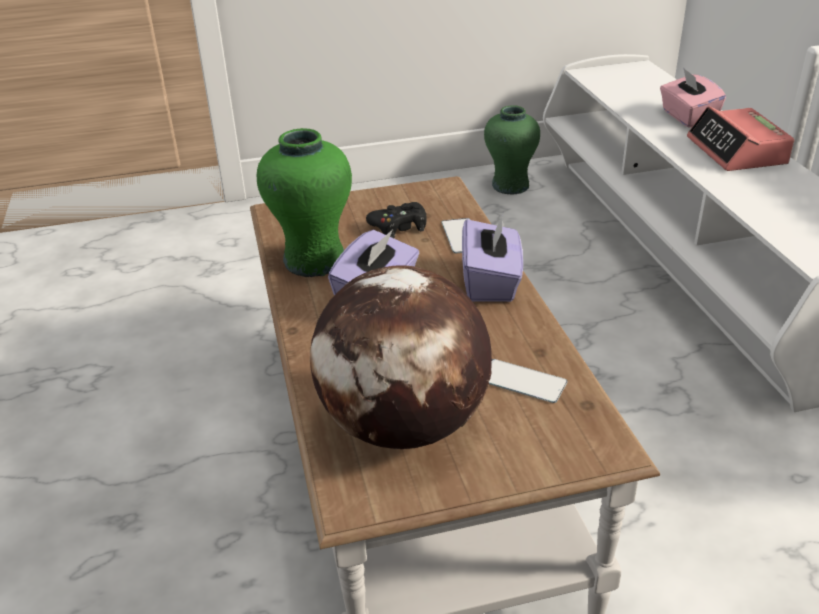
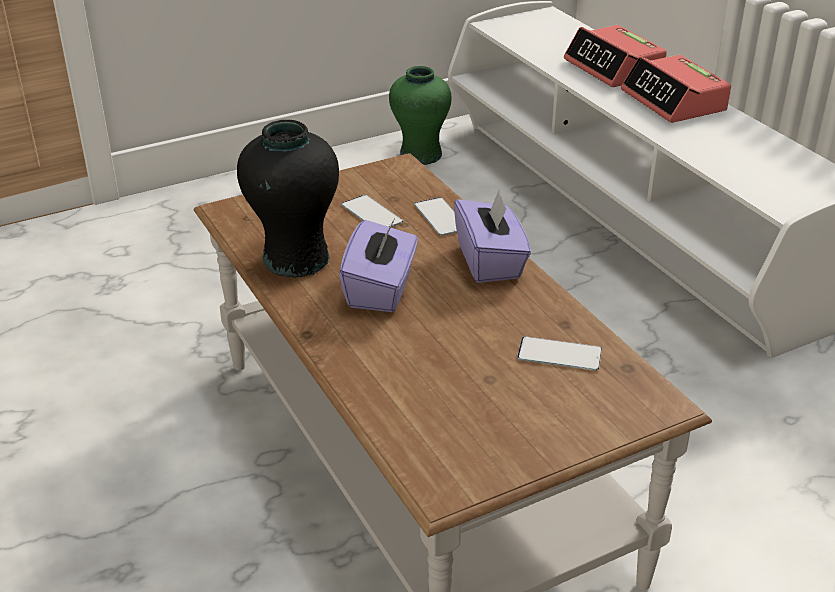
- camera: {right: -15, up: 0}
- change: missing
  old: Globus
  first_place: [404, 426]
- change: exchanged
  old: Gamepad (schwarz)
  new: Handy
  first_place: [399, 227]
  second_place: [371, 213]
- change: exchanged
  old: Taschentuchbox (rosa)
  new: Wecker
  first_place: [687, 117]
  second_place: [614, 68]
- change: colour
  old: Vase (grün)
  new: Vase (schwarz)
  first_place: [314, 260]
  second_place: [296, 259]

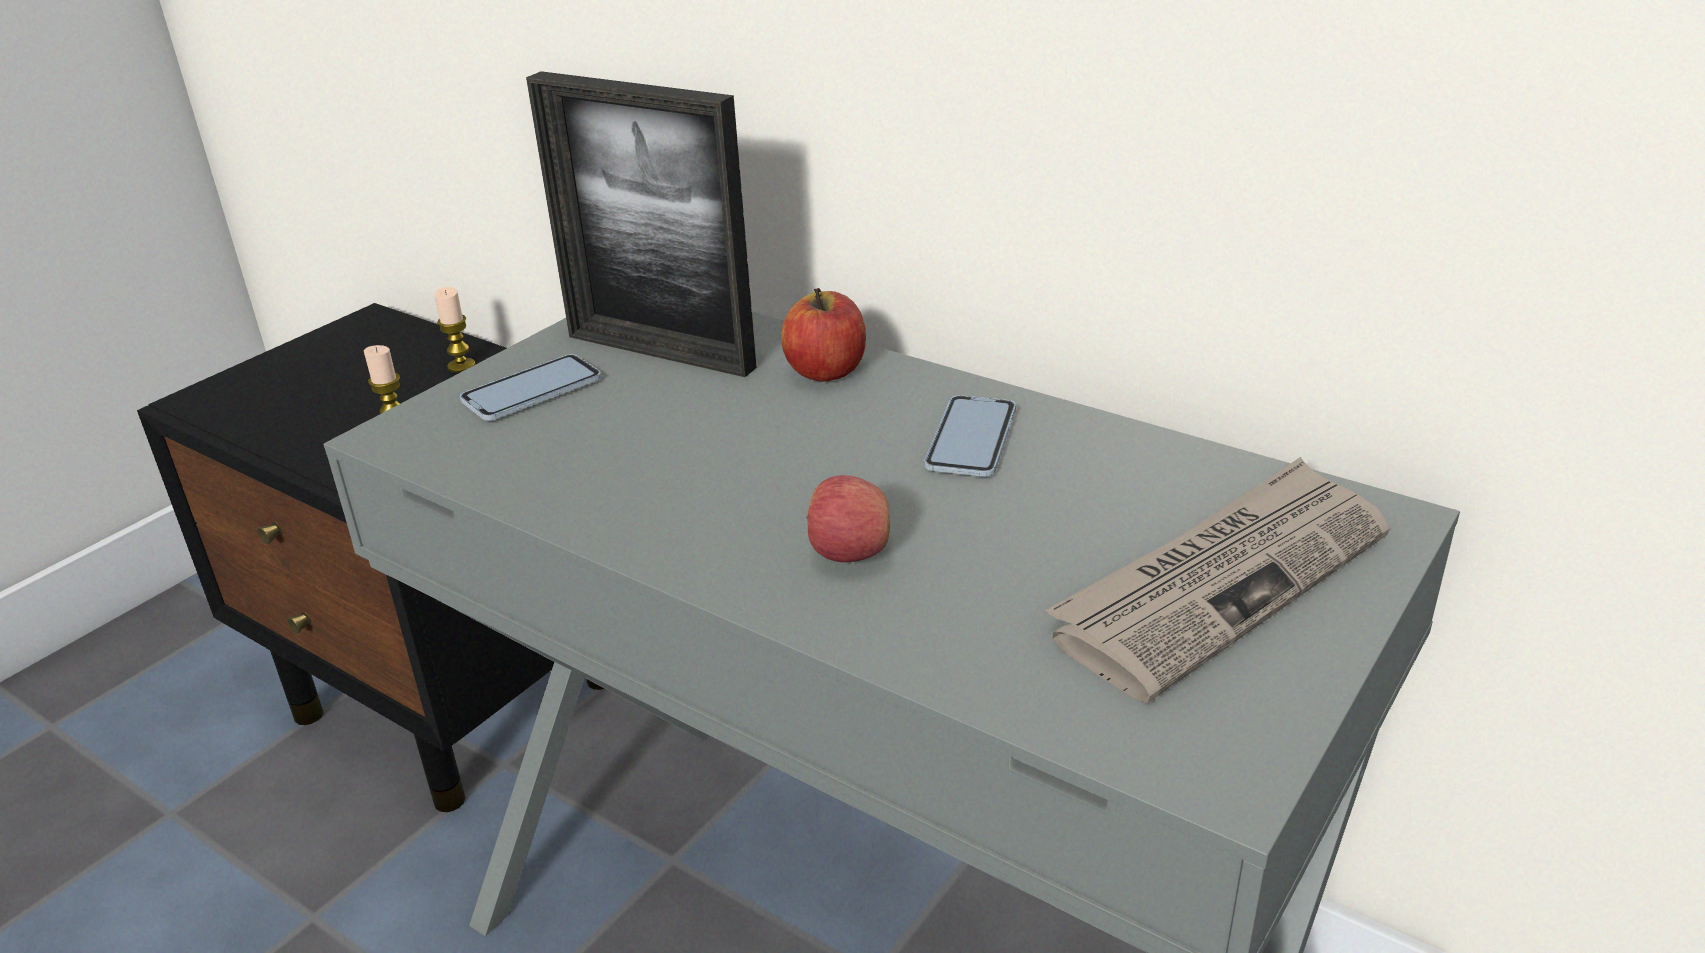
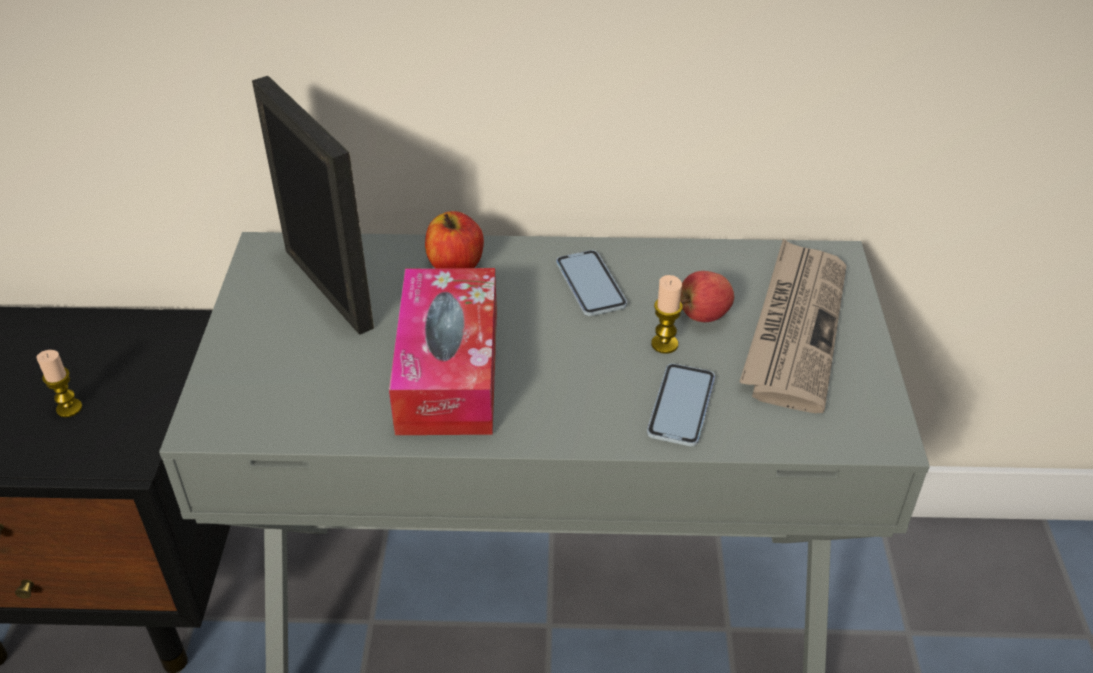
- camera: {right: -35, up: 10}
- change: appeared
  new: Taschentuchbox
  second_place: [448, 370]
- change: relocated
  old: Kerze
  first_place: [461, 366]
  second_place: [664, 344]
- change: relocated
  old: Handy
  first_place: [532, 391]
  second_place: [681, 406]
- change: relocated
  old: Apfel
  first_place: [849, 553]
  second_place: [703, 315]
- change: spun
  old: Bilderrahmen
  first_place: [660, 352]
  second_place: [328, 288]
  degrees: -120

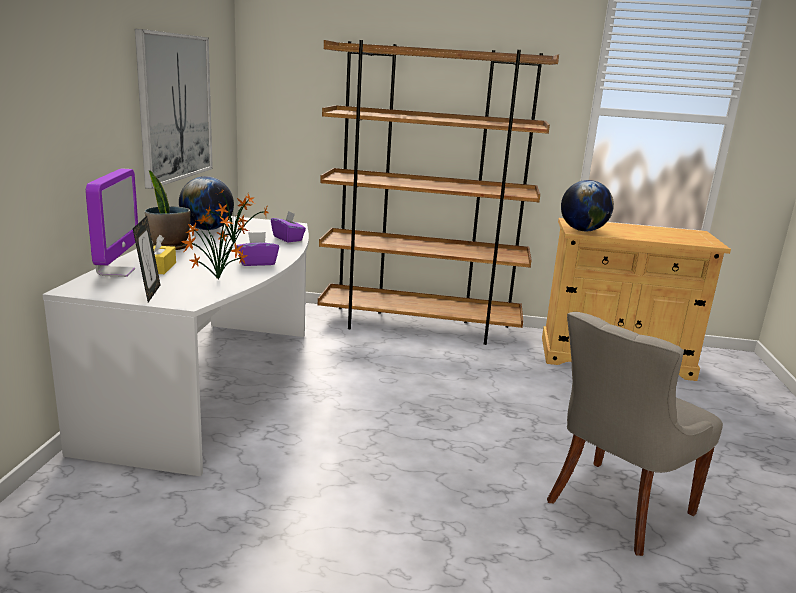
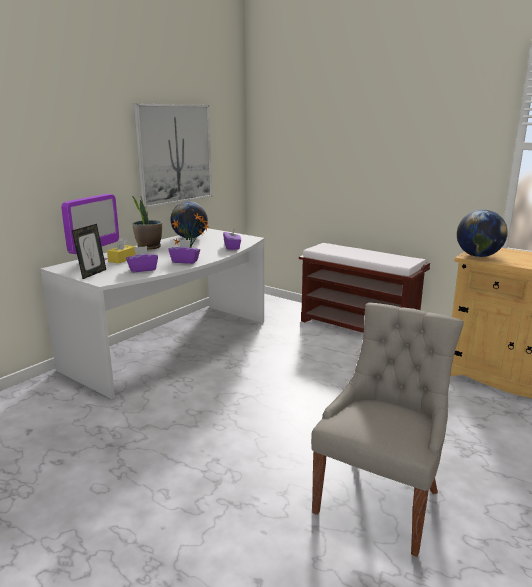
- camera: {right: 30, up: 0}
- change: exchanged
  old: Topfpflanze
  new: Taschentuchbox (lila)
  first_place: [216, 279]
  second_place: [142, 269]
- change: exchanged
  old: Bücherregal (braun)
  new: Bank (braun)
  first_place: [420, 326]
  second_place: [358, 327]
- change: spun
  old: Stuhl (grau)
  first_place: [616, 507]
  second_place: [380, 500]
  degrees: 135

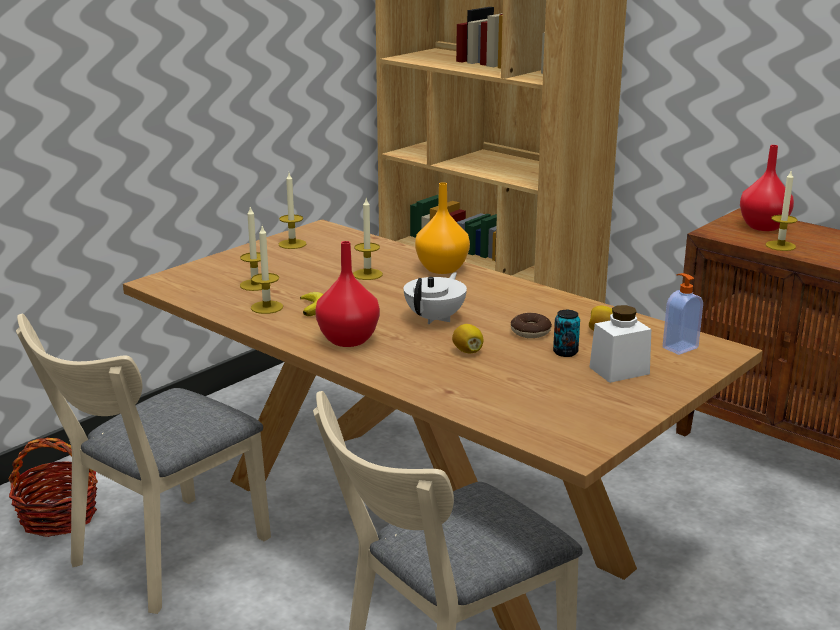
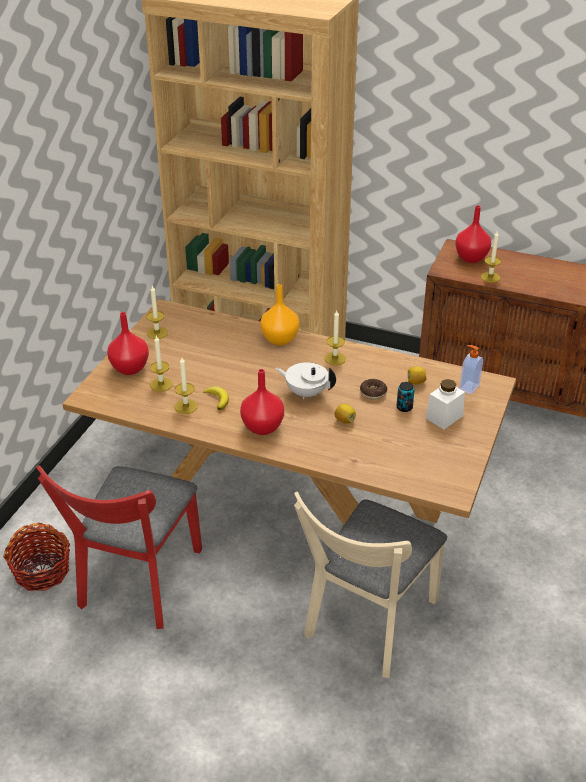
- camera: {right: -20, up: 15}
- change: appeared
  new: Vase (rot)
  second_place: [129, 368]
- change: relocated
  old: Kerze
  first_place: [367, 274]
  second_place: [335, 358]
- change: colour
  old: Stuhl (beige)
  new: Stuhl (rot)
  first_place: [160, 558]
  second_place: [137, 585]
- change: spun
  old: Teekanne (weiß)
  first_place: [436, 318]
  second_place: [306, 392]
  degrees: -75

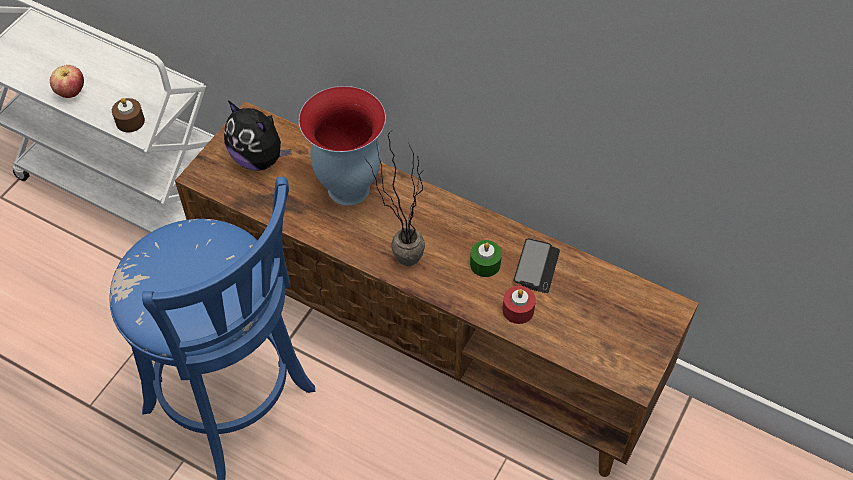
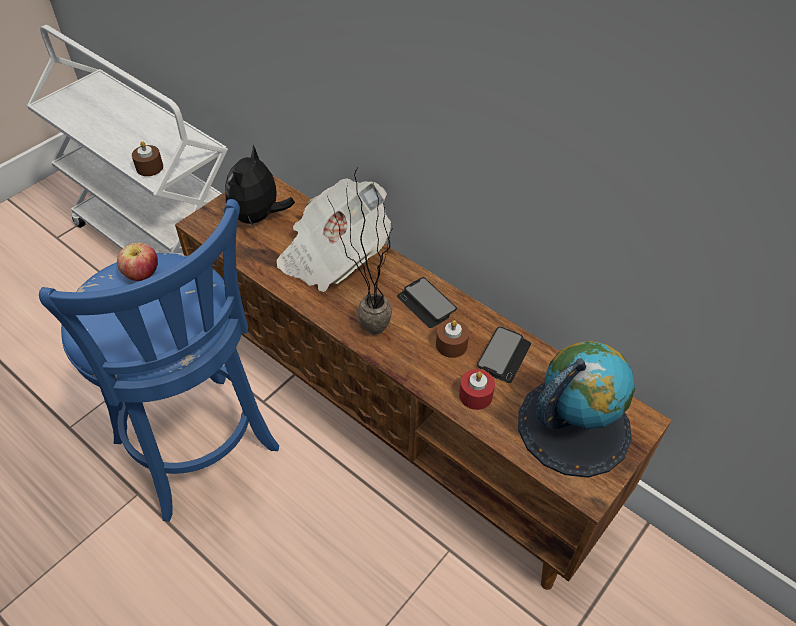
- camera: {right: 10, up: -5}
- change: appeared
  new: Handy
  second_place: [426, 304]
- change: appeared
  new: Globus
  second_place: [573, 426]
- change: relocated
  old: Apfel
  first_place: [71, 92]
  second_place: [142, 275]
- change: exchanged
  old: Vase
  new: Zeitung
  first_place: [348, 189]
  second_place: [333, 256]
- change: colour
  old: Kerze (grün)
  new: Kerze (braun)
  first_place: [485, 264]
  second_place: [451, 345]
- change: spun
  old: Plüschtier
  first_place: [259, 158]
  second_place: [258, 217]
  degrees: 60

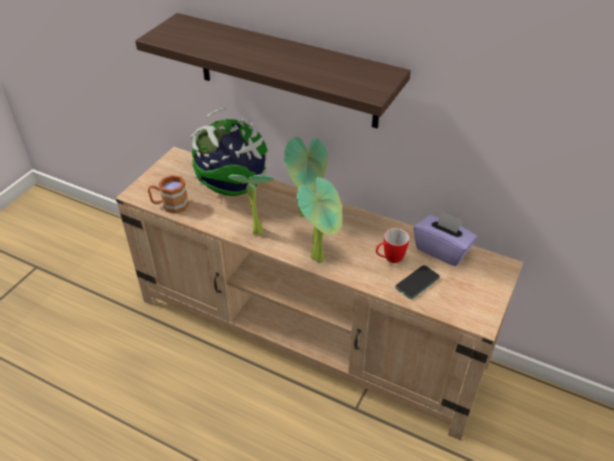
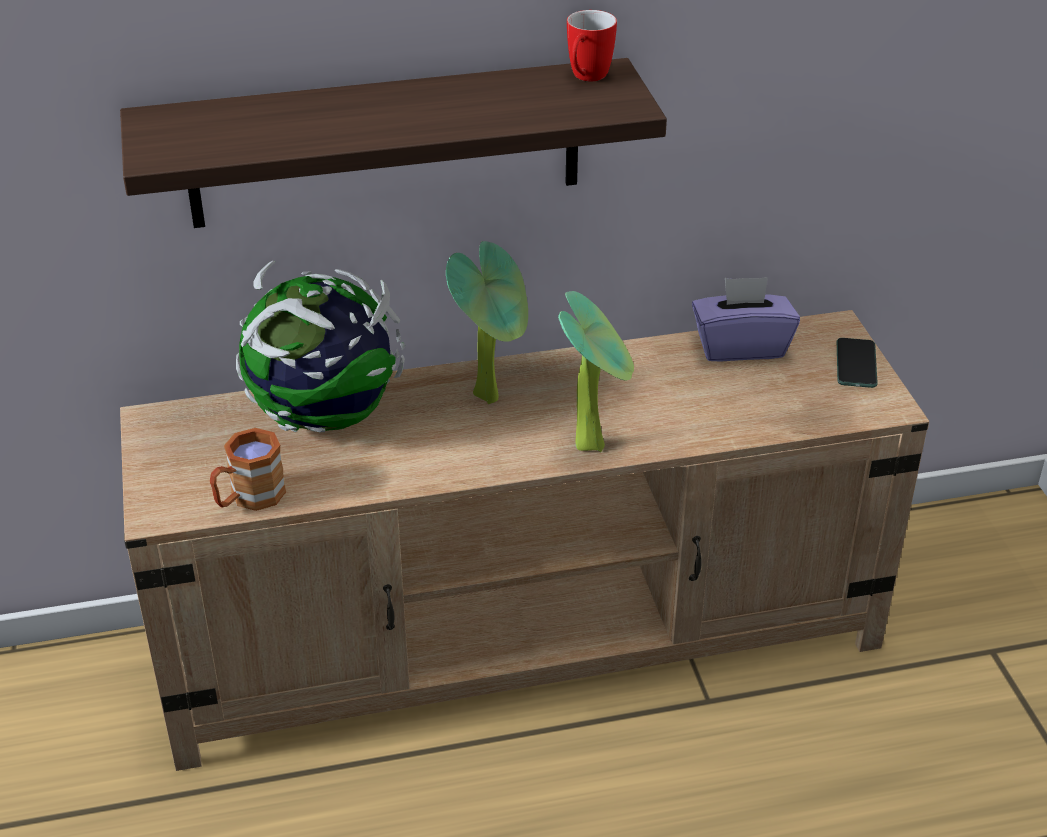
- camera: {right: -40, up: -5}
- change: missing
  old: Topfpflanze
  first_place: [255, 229]
- change: relocated
  old: Henkelbecher
  first_place: [389, 259]
  second_place: [586, 78]
- change: relocated
  old: Handy
  first_place: [417, 282]
  second_place: [856, 364]

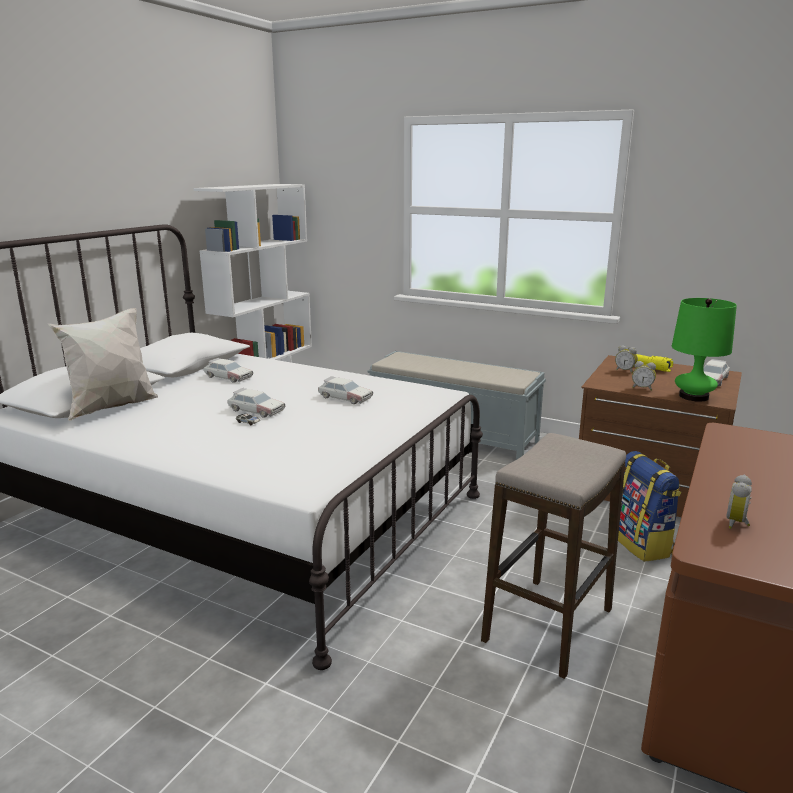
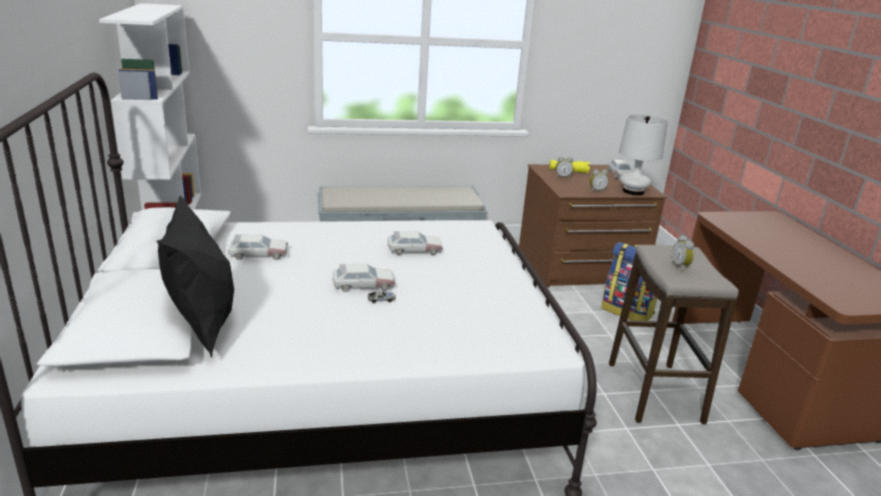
- camera: {right: -40, up: 5}
- change: relocated
  old: Wecker
  first_place: [737, 523]
  second_place: [681, 266]
- change: colour
  old: Kissen (weiß)
  new: Kissen (schwarz)
  first_place: [113, 408]
  second_place: [203, 326]
- change: colour
  old: Tischlampe (grün)
  new: Tischlampe (weiß)
  first_place: [693, 396]
  second_place: [633, 191]

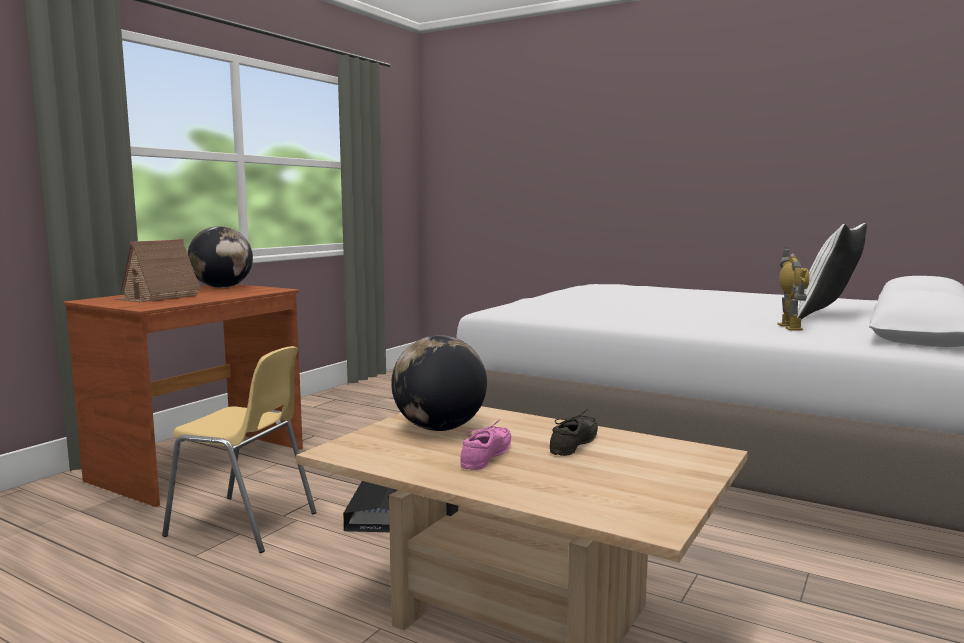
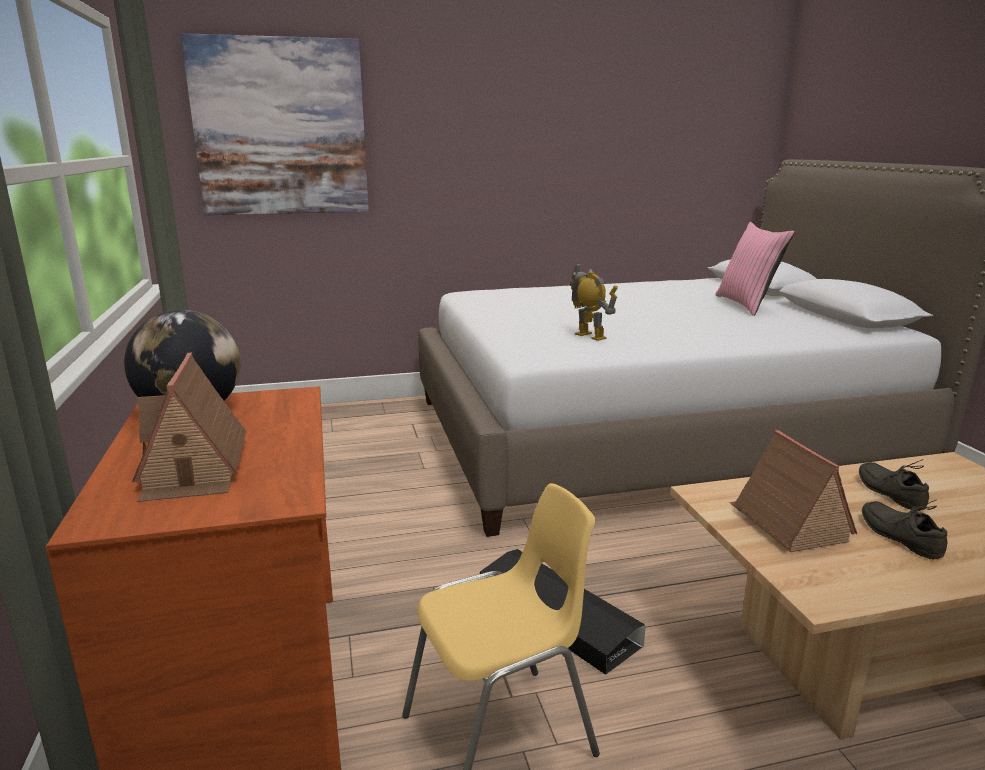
- camera: {right: -45, up: 10}
- change: appeared
  new: Bild
  second_place: [281, 128]
- change: relocated
  old: Spielzeugroboter
  first_place: [790, 327]
  second_place: [590, 336]
- change: exchanged
  old: Globus
  new: Spielzeughaus
  first_place: [439, 428]
  second_place: [787, 523]
- change: colour
  old: Schuh (rosa)
  new: Schuh (grau)
  first_place: [489, 456]
  second_place: [902, 536]
- change: colour
  old: Kissen (weiß)
  new: Kissen (rosa)
  first_place: [828, 315]
  second_place: [747, 305]

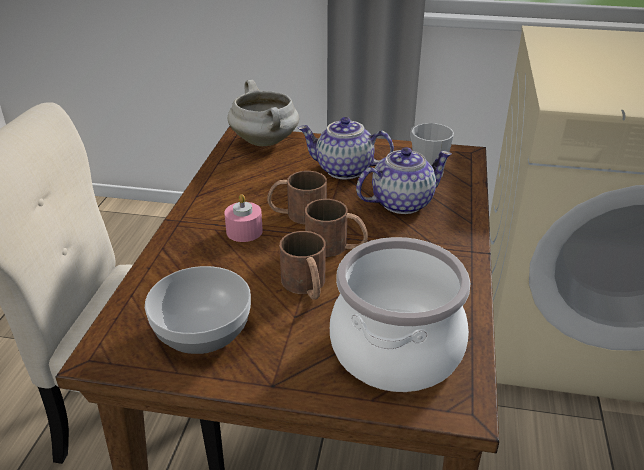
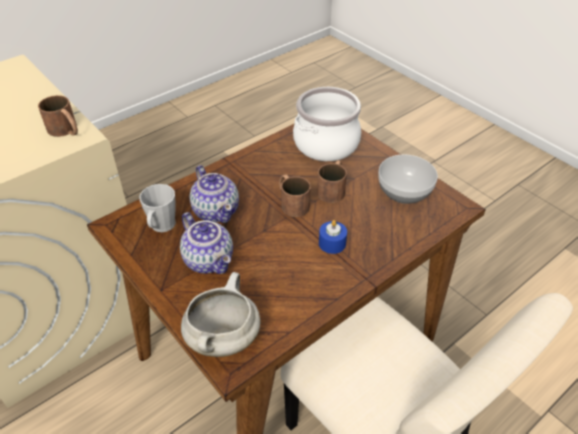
- camera: {right: -140, up: 10}
- change: relocated
  old: Henkelbecher (braun)
  first_place: [297, 213]
  second_place: [66, 130]
- change: colour
  old: Kerze (rosa)
  new: Kerze (blau)
  first_place: [244, 231]
  second_place: [332, 243]
- change: spun
  old: Teekanne
  first_place: [401, 203]
  second_place: [216, 210]
  degrees: -135

